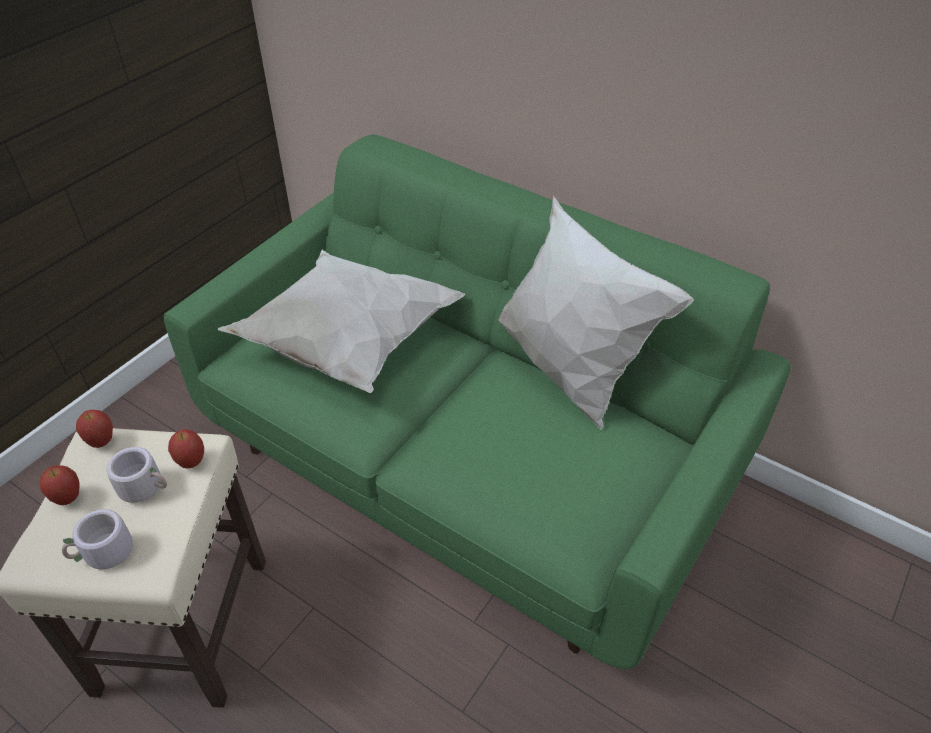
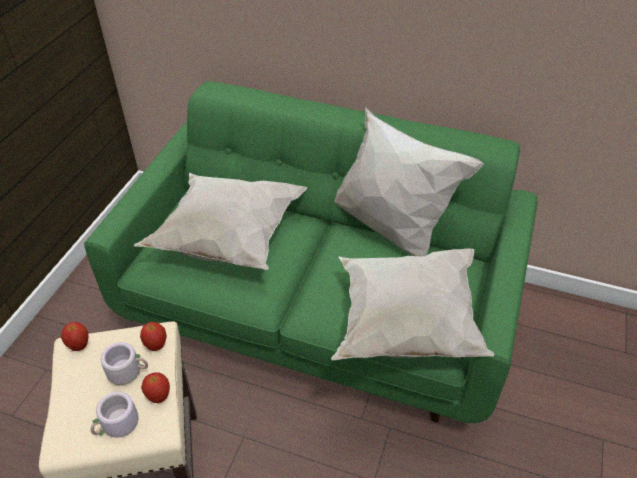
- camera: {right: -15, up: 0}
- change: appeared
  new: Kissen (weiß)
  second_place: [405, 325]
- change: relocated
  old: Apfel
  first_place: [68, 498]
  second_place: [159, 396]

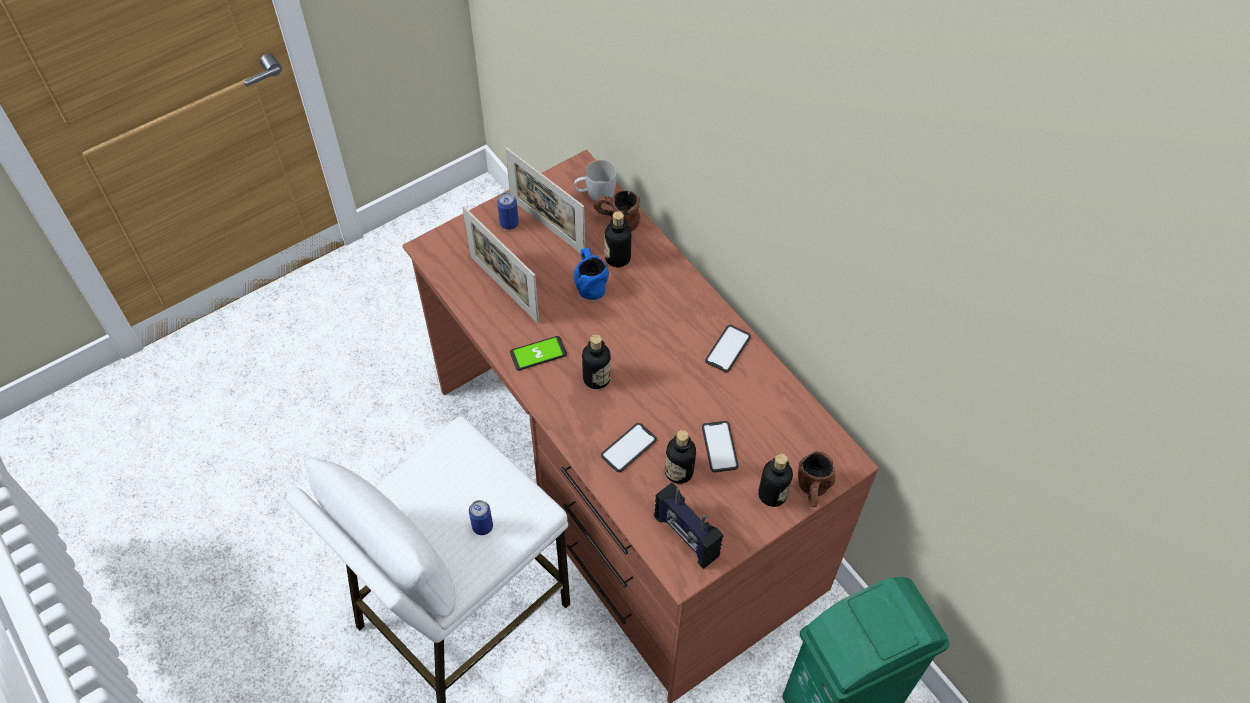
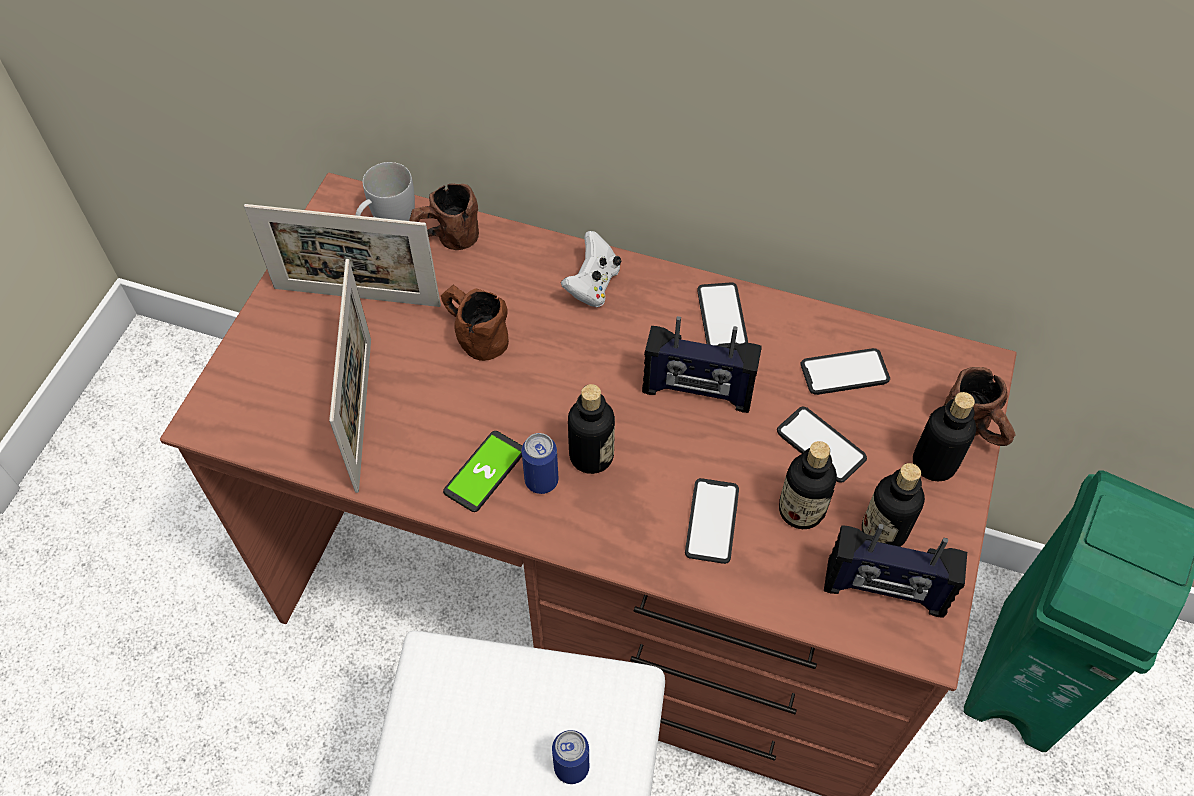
- camera: {right: -35, up: 0}
- change: appeared
  new: Gamepad (weiß)
  second_place: [593, 285]
- change: appeared
  new: Radio
  second_place: [697, 392]
- change: appeared
  new: Handy
  second_place: [844, 372]
- change: relocated
  old: Dose
  first_place: [509, 223]
  second_place: [541, 481]
- change: relocated
  old: Flasche
  first_place: [617, 258]
  second_place: [883, 531]
- change: colour
  old: Henkelbecher (blau)
  new: Henkelbecher (braun)
  first_place: [589, 281]
  second_place: [474, 335]
- change: spun
  old: Bilderrahmen
  first_place: [504, 288]
  second_place: [363, 413]
  degrees: -105

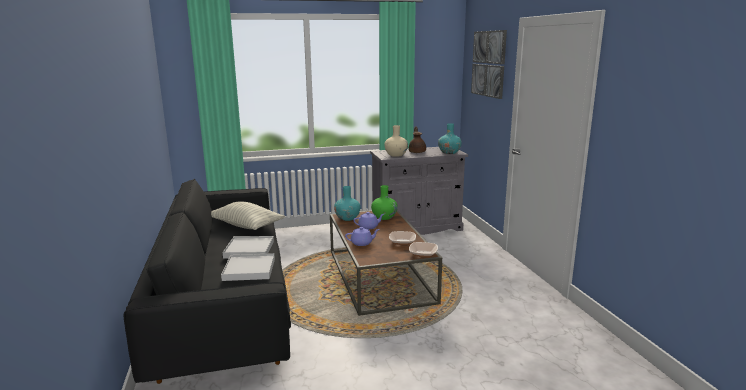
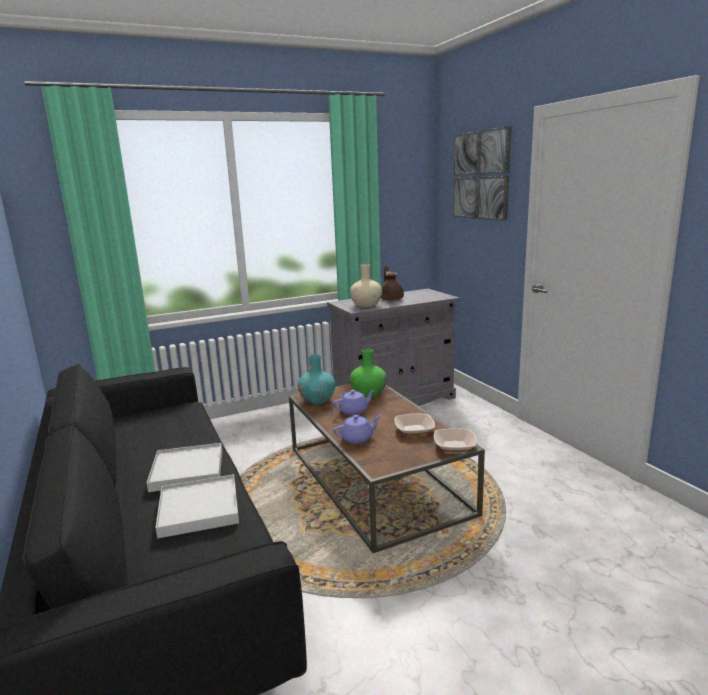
- camera: {right: -10, up: 0}
- change: missing
  old: Kissen
  first_place: [245, 226]
- change: missing
  old: Vase (türkis)
  first_place: [449, 152]

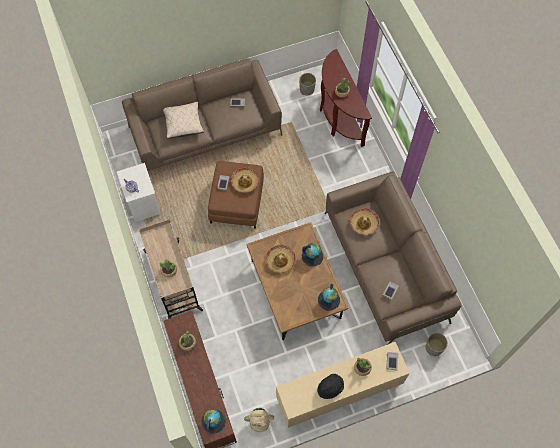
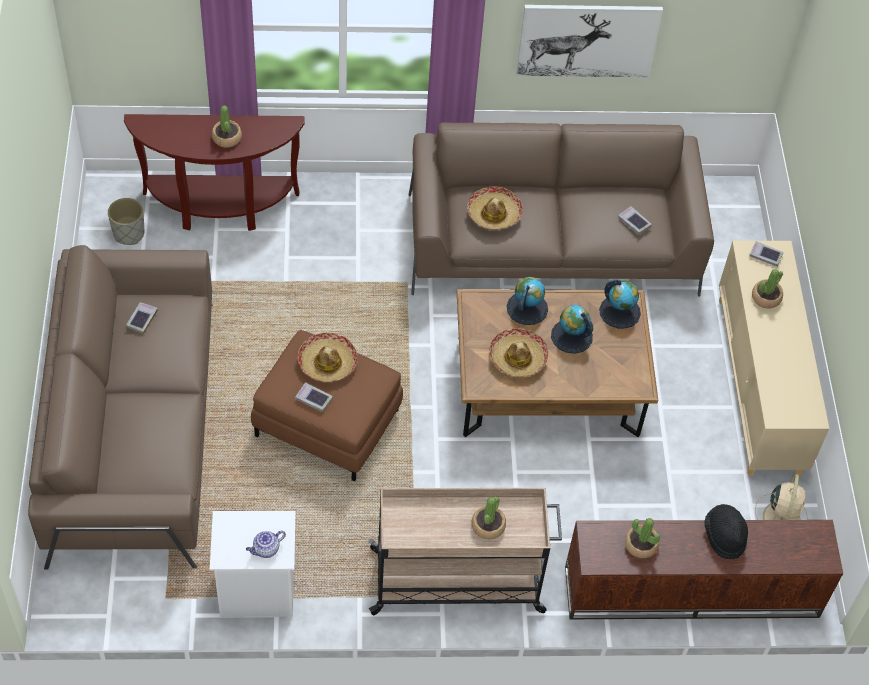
- camera: {right: -75, up: -10}
- change: missing
  old: Kissen (beige)
  first_place: [183, 124]
- change: missing
  old: Pflanzkübel (grau)
  first_place: [433, 348]
- change: appeared
  new: Bild
  second_place: [587, 40]
- change: relocated
  old: Globus
  first_place: [213, 421]
  second_place: [571, 336]
- change: relocated
  old: Hut (schwarz)
  first_place: [330, 388]
  second_place: [724, 536]

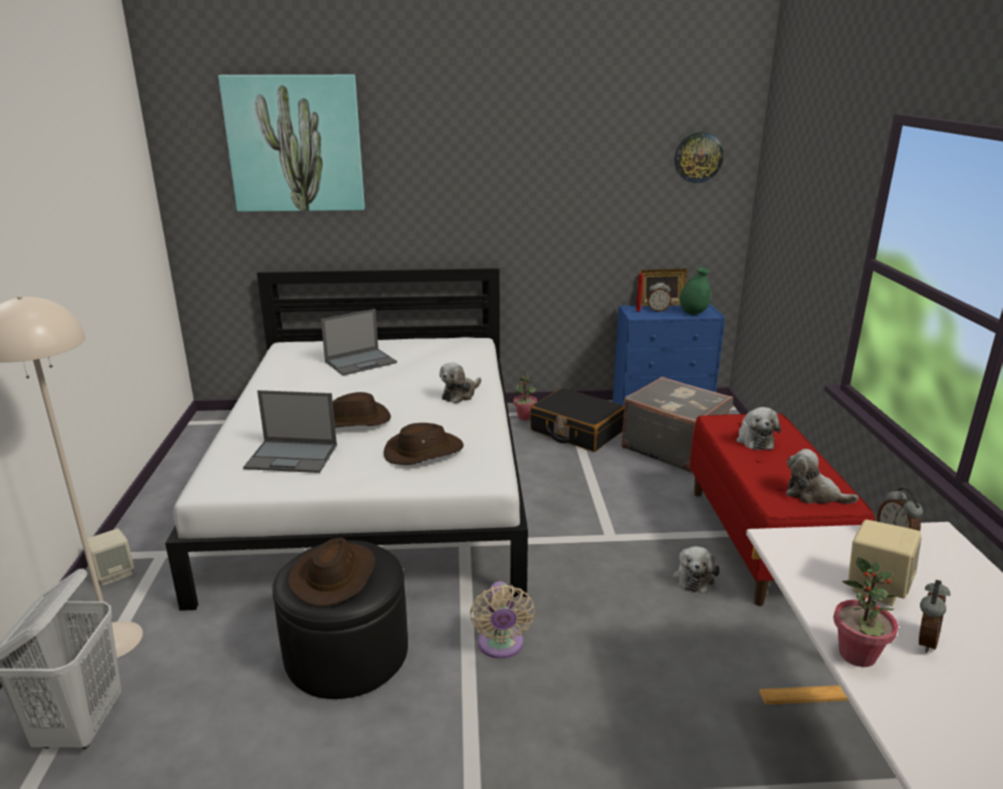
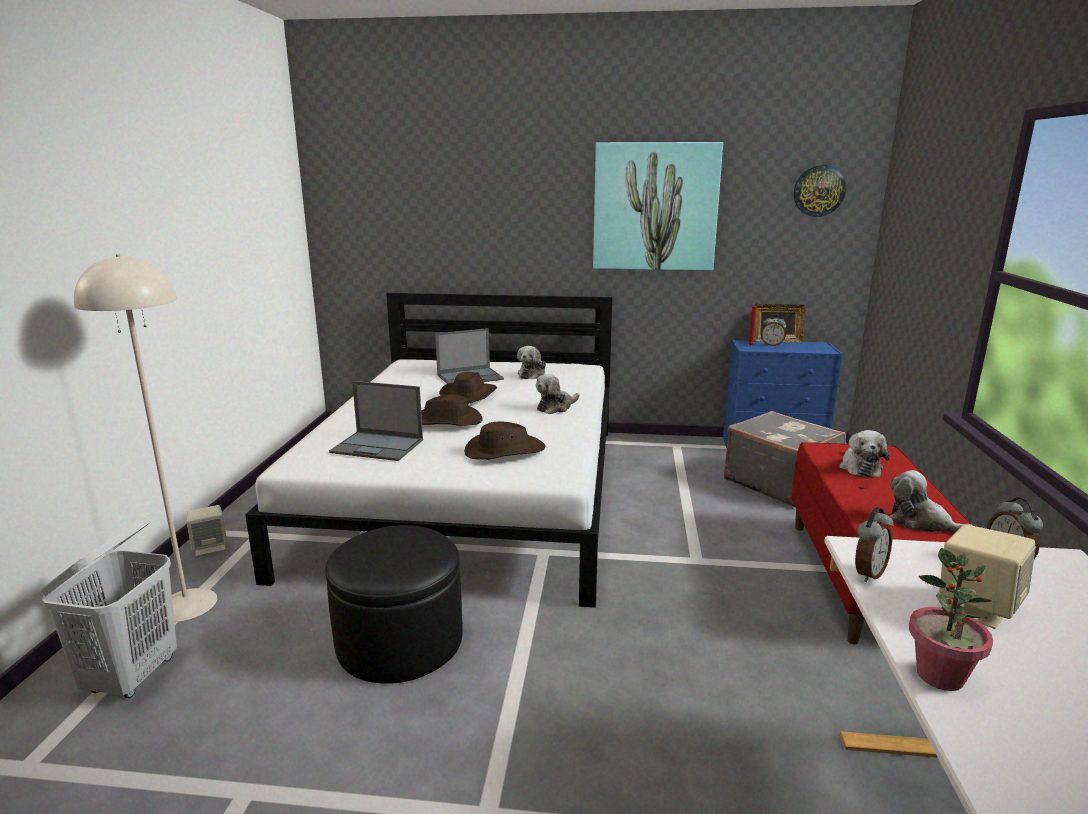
- camera: {right: 10, up: -5}
- change: missing
  old: Ventilator (beige)
  first_place: [501, 646]
- change: missing
  old: Topfpflanze
  first_place: [524, 417]
- change: missing
  old: Koffer (schwarz)
  first_place: [576, 431]
- change: missing
  old: Vase (grün)
  first_place: [693, 313]
- change: relocated
  old: Bild
  first_place: [295, 144]
  second_place: [655, 207]
- change: relocated
  old: Hut (braun)
  first_place: [334, 576]
  second_place: [469, 395]
- change: relocated
  old: Plüschtier
  first_place: [694, 577]
  second_place: [532, 375]
- change: relocated
  old: Wecker
  first_place: [923, 641]
  second_place: [867, 573]

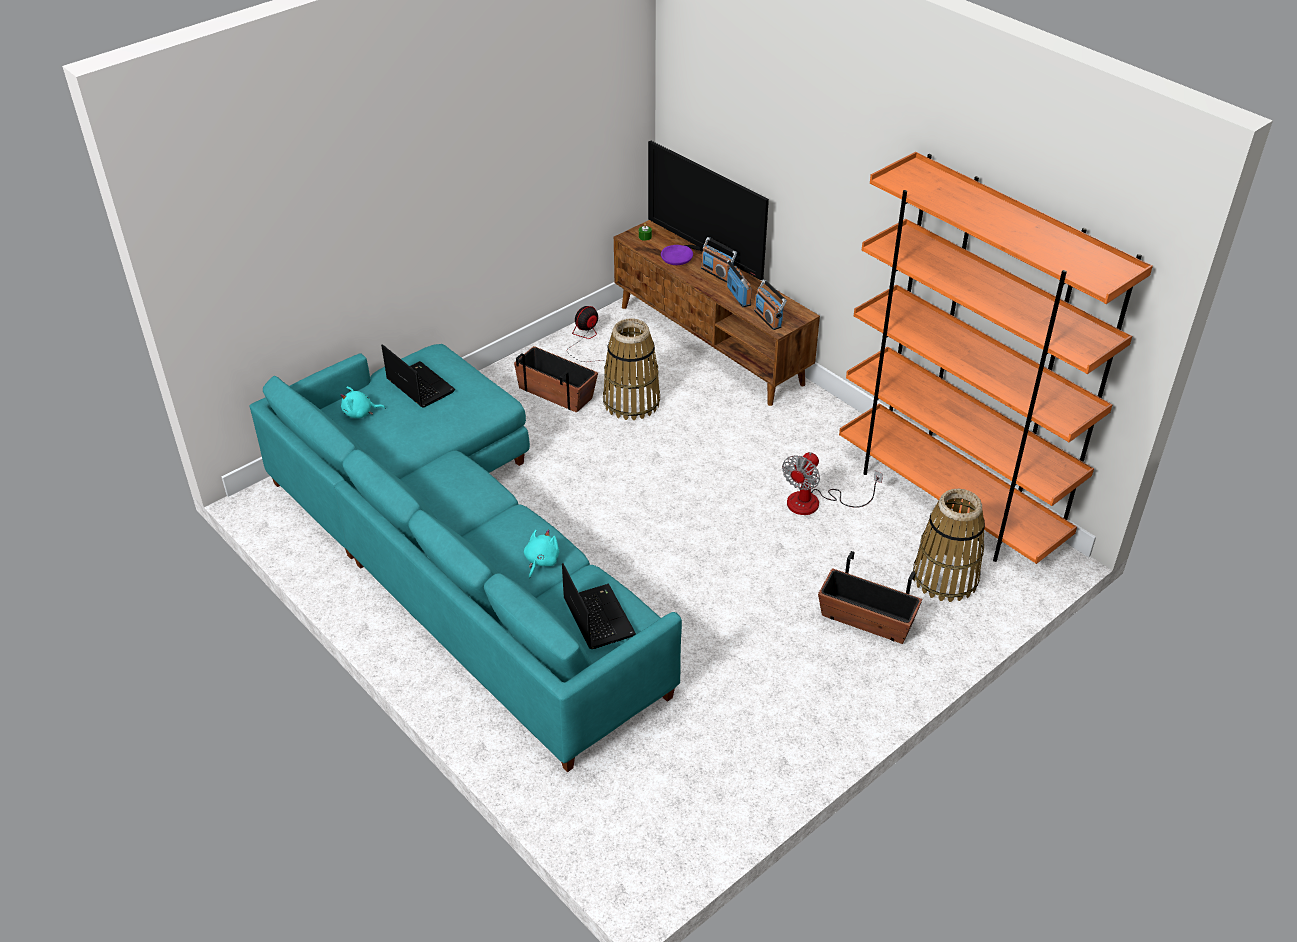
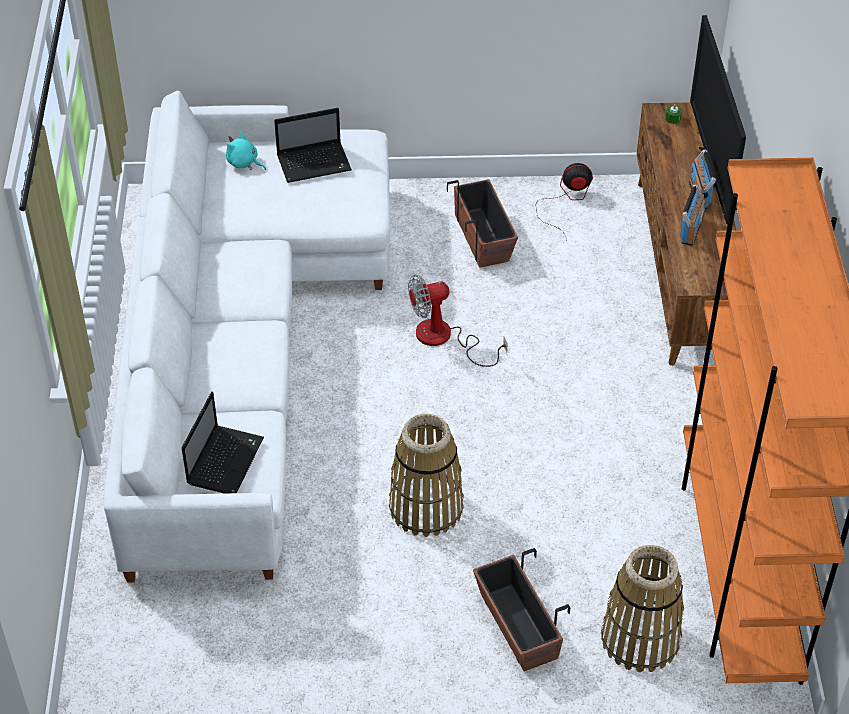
- camera: {right: 40, up: 5}
- change: missing
  old: Plüschtier (türkis)
  first_place: [541, 561]
- change: missing
  old: Schüssel (lila)
  first_place: [677, 259]
- change: missing
  old: Radio
  first_place: [768, 319]
- change: relocated
  old: Korb
  first_place: [631, 402]
  second_place: [426, 507]
- change: relocated
  old: Ventilator
  first_place: [815, 503]
  second_place: [444, 339]
- change: colour
  old: Sofa (türkis)
  new: Sofa (weiß)
  first_place: [458, 555]
  second_place: [241, 342]
- change: spun
  old: Laptop
  first_place: [419, 385]
  second_place: [315, 163]
  degrees: 75

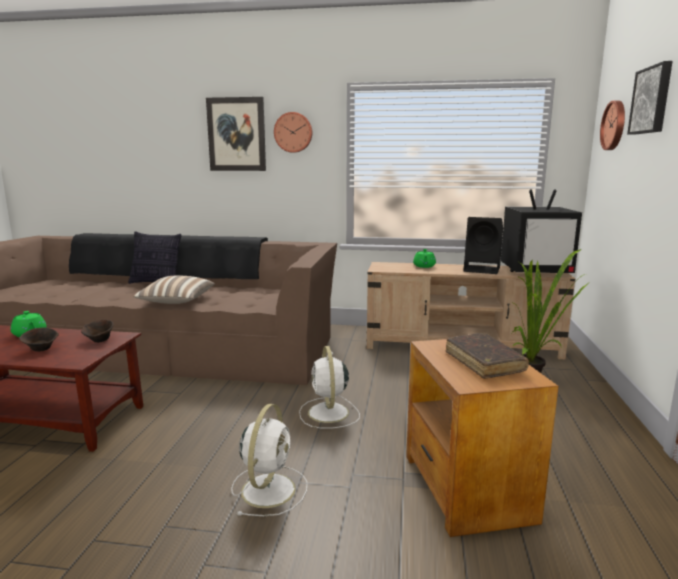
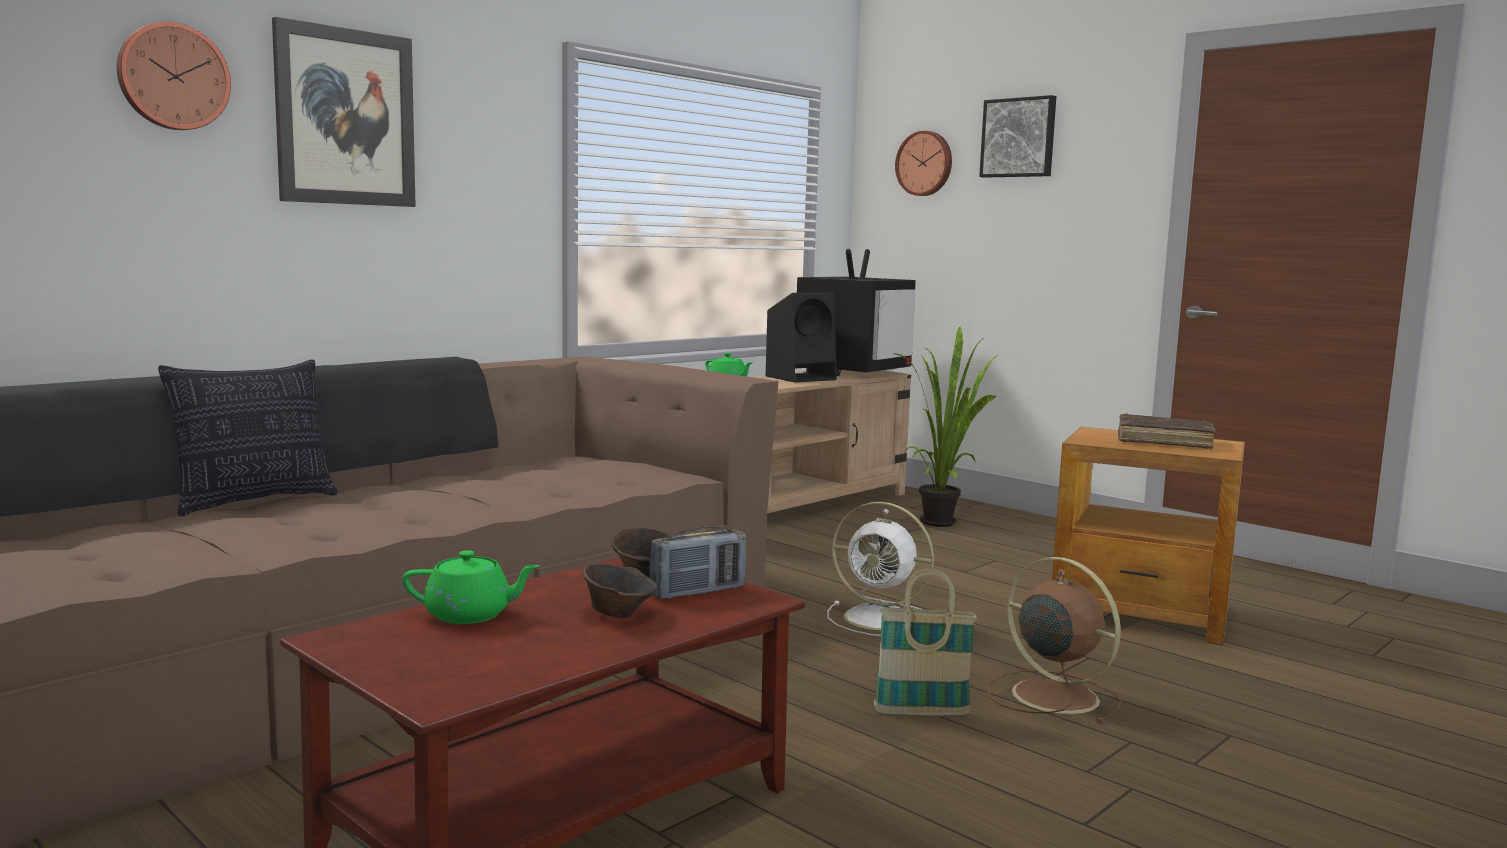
- camera: {right: -55, up: -5}
- change: missing
  old: Kissen
  first_place: [176, 302]
- change: appeared
  new: Radio
  second_place: [698, 592]
- change: appeared
  new: Korb
  second_place: [921, 712]
- change: relocated
  old: Wanduhr
  first_place: [293, 132]
  second_place: [173, 77]
- change: colour
  old: Ventilator (weiß)
  new: Ventilator (braun)
  first_place: [269, 489]
  second_place: [1051, 695]

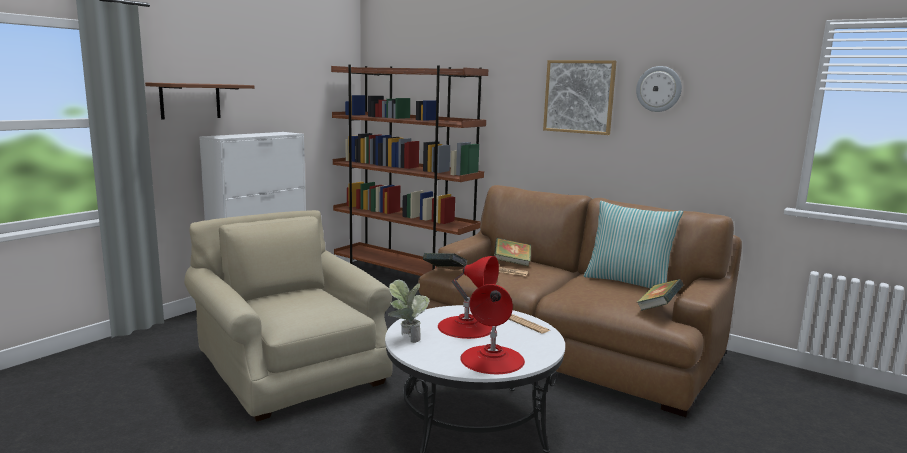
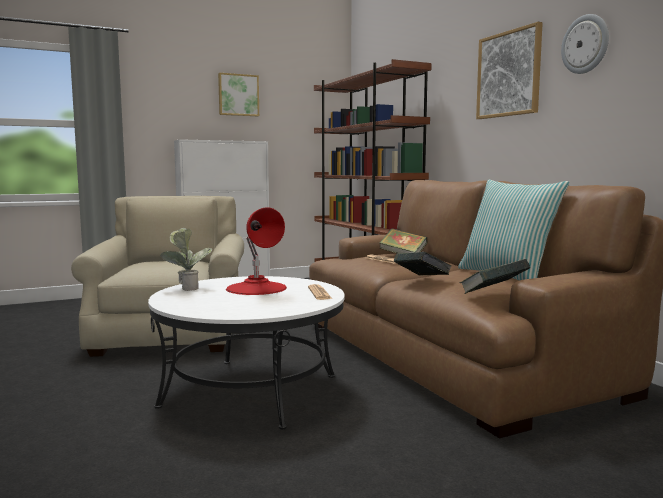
- camera: {right: 30, up: -5}
- change: missing
  old: Wandregal (braun)
  first_place: [190, 101]
- change: missing
  old: Tischlampe (rot)
  first_place: [492, 359]
- change: appeared
  new: Bild
  second_place: [238, 95]
- change: relocated
  old: Buch
  first_place: [444, 271]
  second_place: [421, 280]

